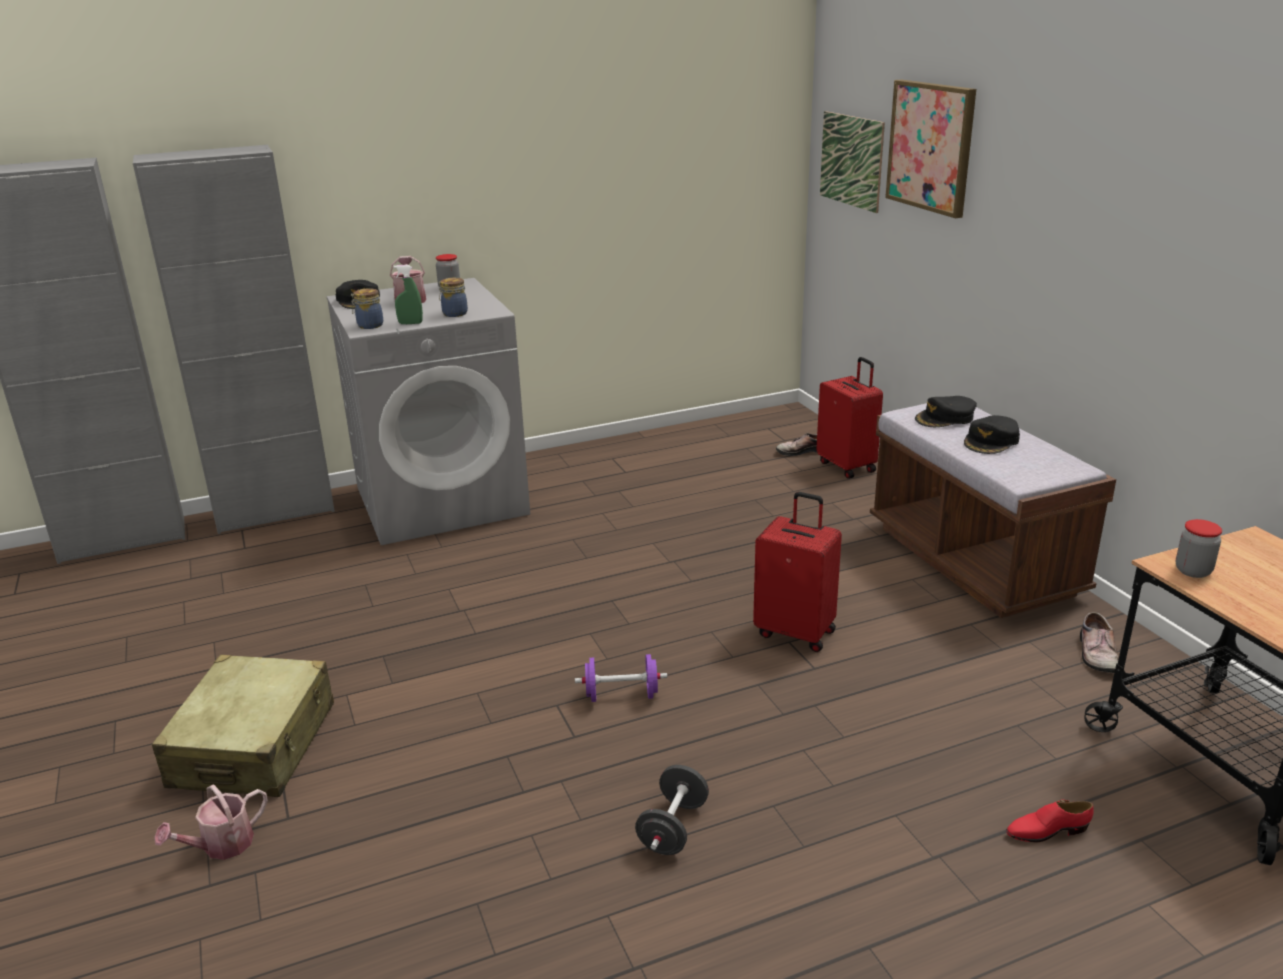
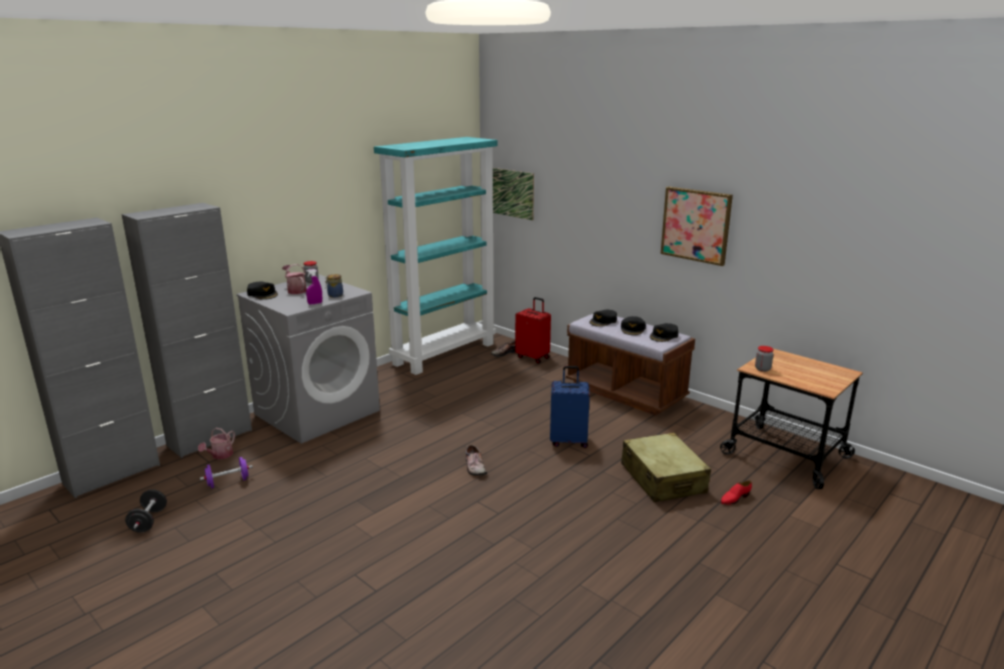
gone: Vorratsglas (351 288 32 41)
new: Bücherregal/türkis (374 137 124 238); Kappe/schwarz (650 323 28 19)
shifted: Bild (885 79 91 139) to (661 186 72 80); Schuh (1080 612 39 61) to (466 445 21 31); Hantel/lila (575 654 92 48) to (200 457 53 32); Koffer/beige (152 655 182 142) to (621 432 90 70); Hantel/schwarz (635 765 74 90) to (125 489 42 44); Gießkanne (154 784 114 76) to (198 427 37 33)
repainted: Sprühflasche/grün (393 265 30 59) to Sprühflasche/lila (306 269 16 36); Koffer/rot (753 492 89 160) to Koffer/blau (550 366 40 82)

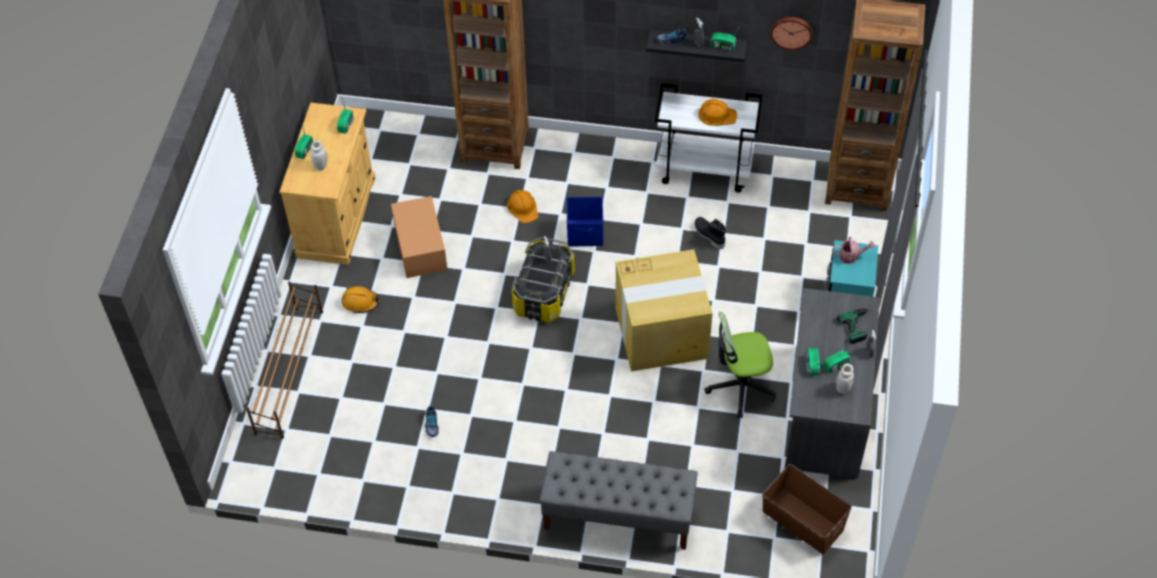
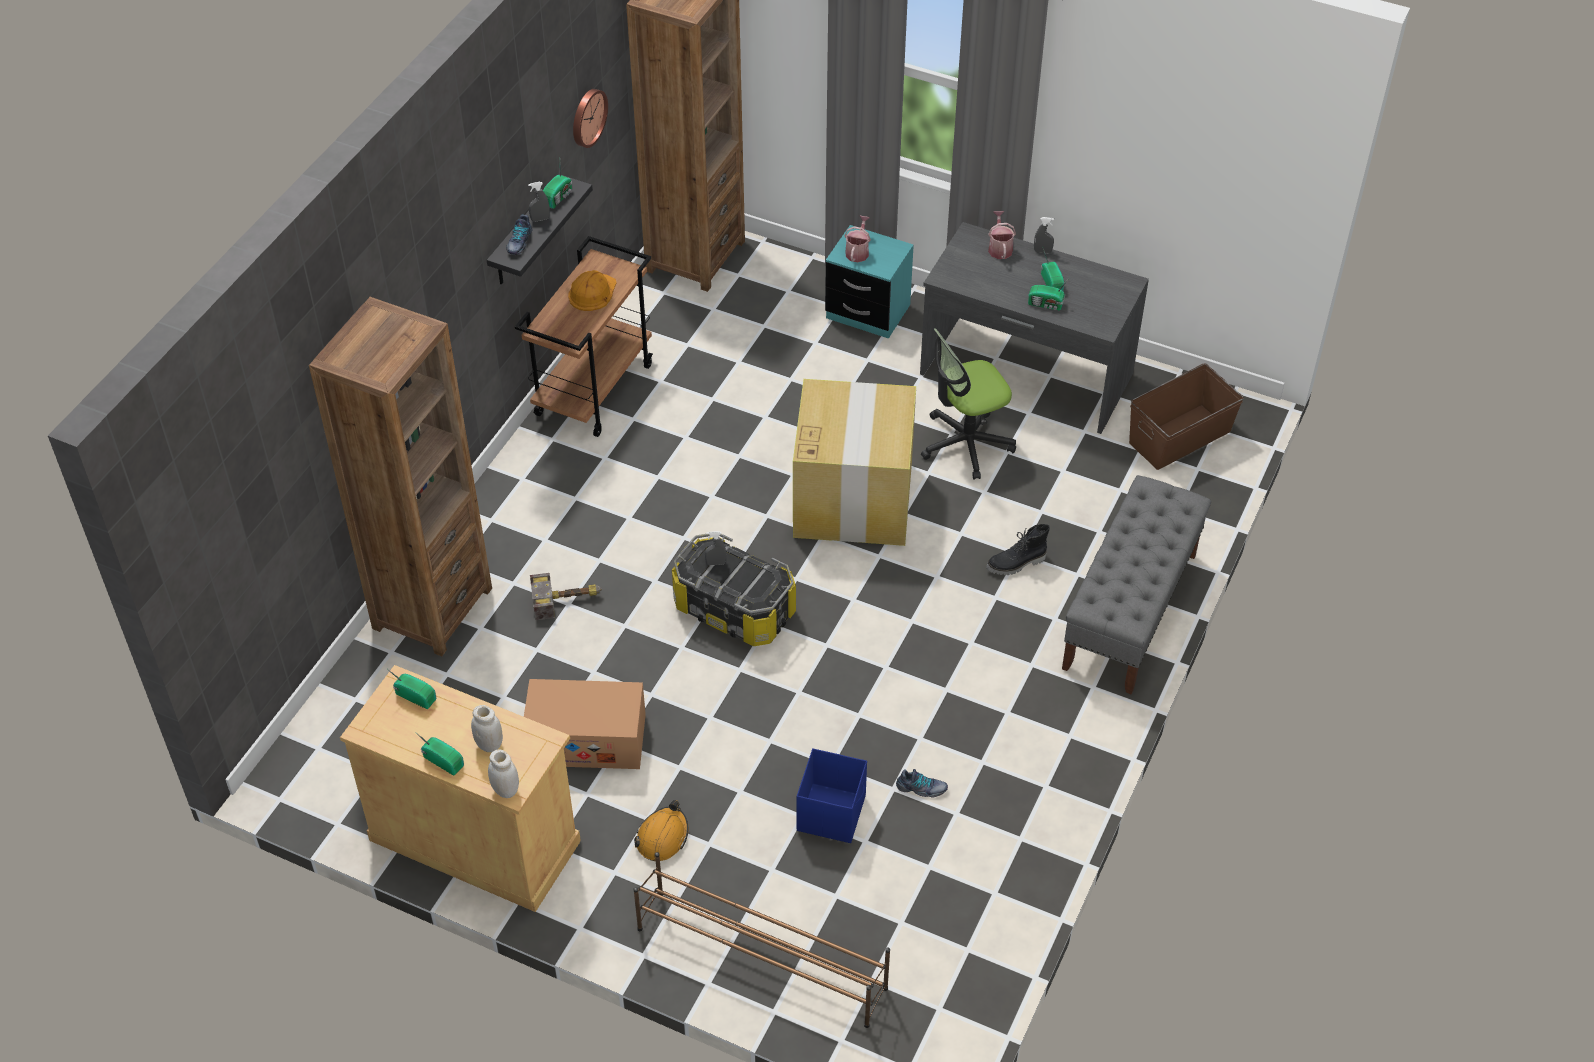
shifted: Aufbewahrungsbox/blau (567 197 36 50) to (797 748 70 95); Stiefel/schwarz (694 217 32 32) to (986 524 64 51); Vorratsglas/weiß (836 364 18 30) to (488 749 31 49)
swapped: Schutzhelm/orange (507 190 31 33) to Hammer (530 573 72 47); Bohrmaschine (837 308 37 36) to Gießkanne (988 211 28 48)
repainted: Rollwagen/weiß (655 84 107 109) to Rollwagen/braun (515 236 138 201)
rotated: Bürostuhl (704 312 72 106) = (921 328 95 151) 60 degrees clockwise

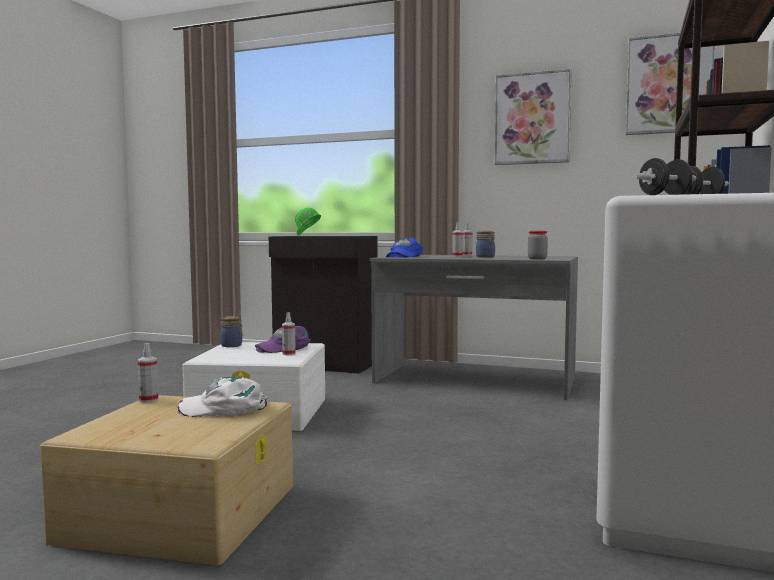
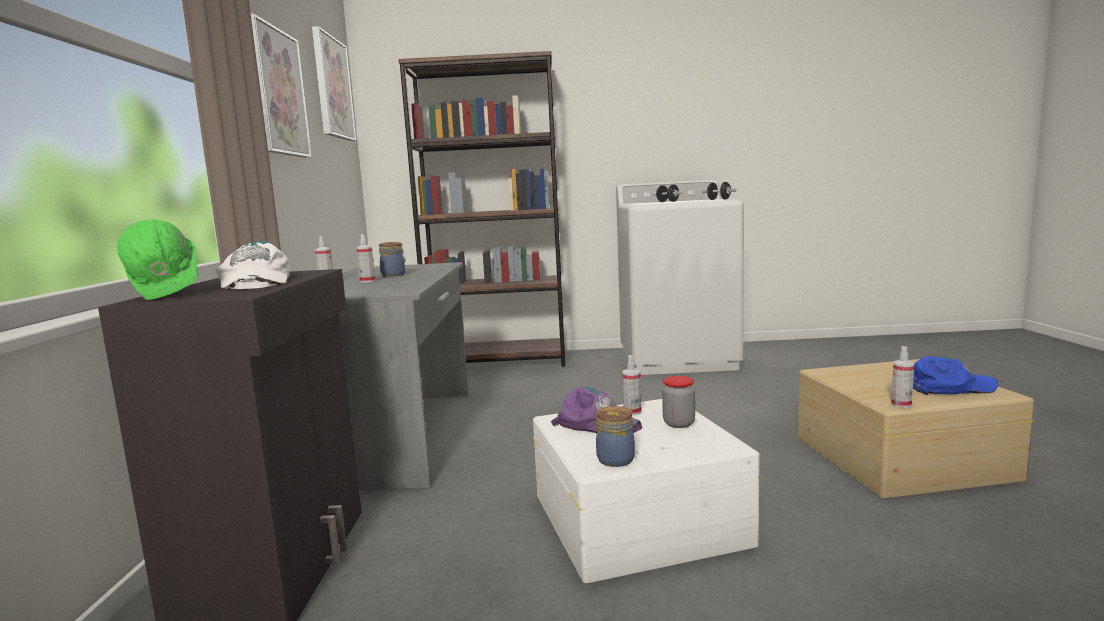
shifted: Vorratsglas (528 231 20 28) to (662 376 33 52); Kappe/blau (386 238 37 20) to (913 355 85 40); Kappe/weiß (177 377 91 40) to (216 241 74 49)

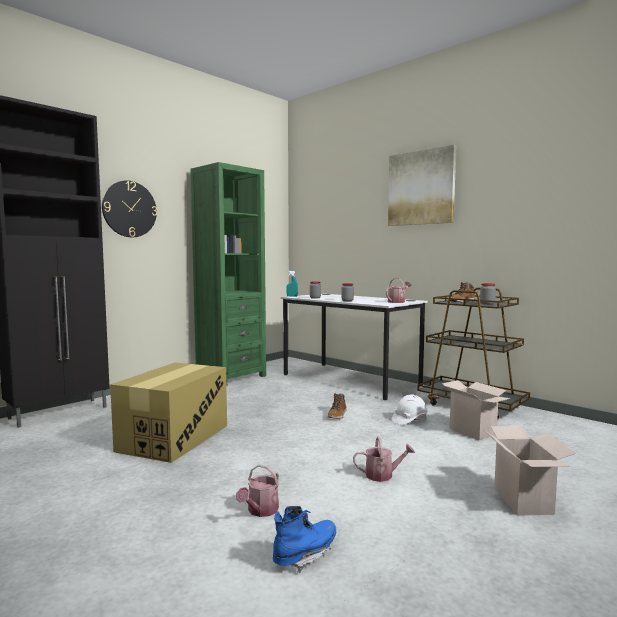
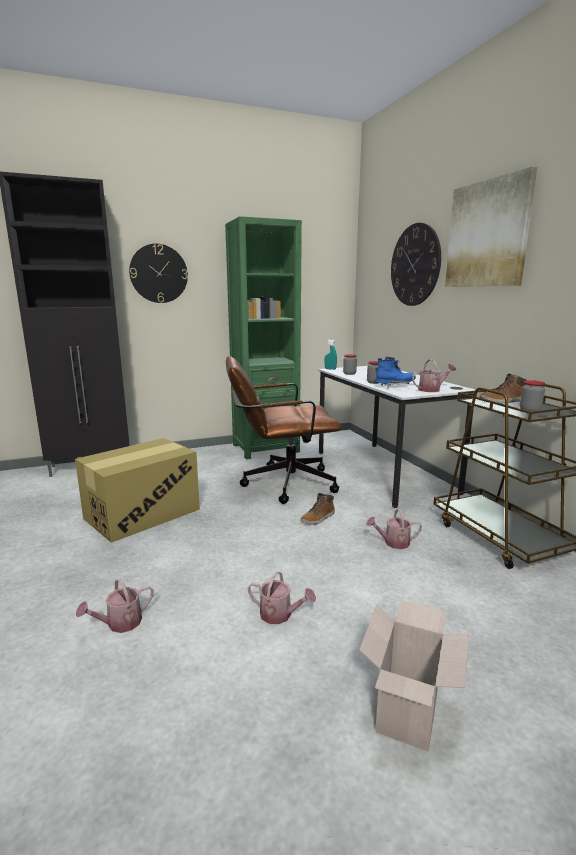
gone: Karton (442 380 68 60)
new: Wanduhr (391 223 50 83); Bürostuhl/braun (226 356 116 148)
shifted: Stiefel/blau (273 506 63 67) to (375 357 41 31)
swapped: Schutzhelm/weiß (392 395 36 30) to Gießkanne (366 509 56 40)

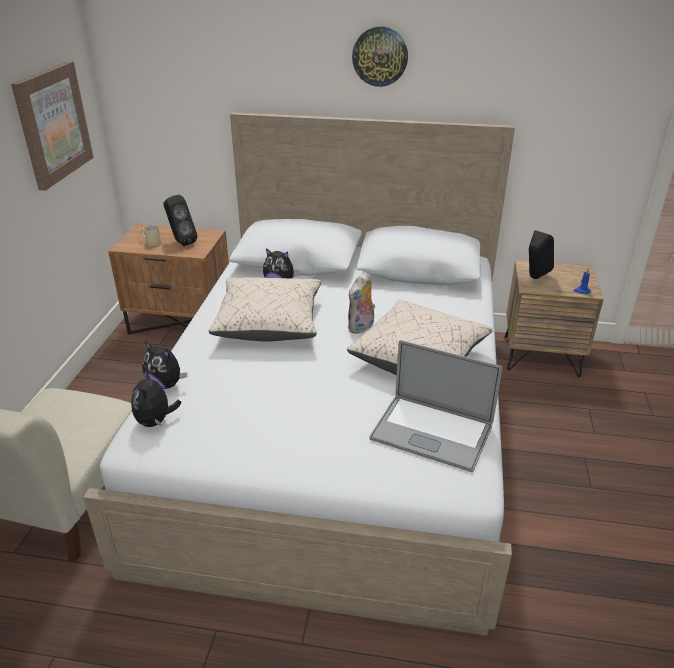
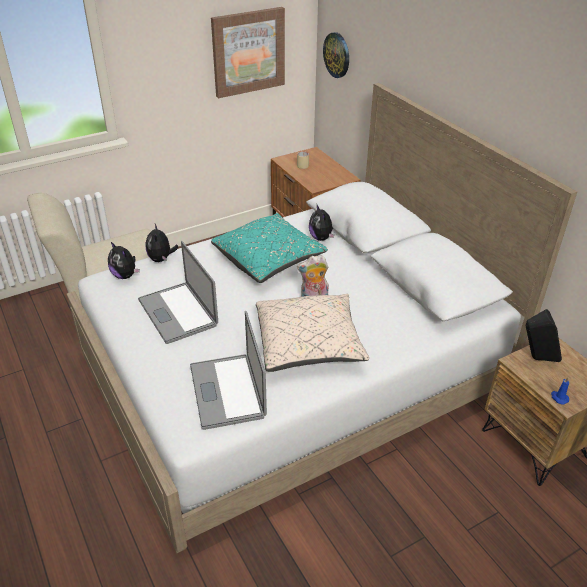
gone: Lautsprecher/schwarz (163 195 34 51)
new: Laptop (138 241 80 103)
shifted: Wanduhr (352 26 56 61) to (323 32 26 46)
repainted: Kissen/beige (209 277 112 65) to Kissen/türkis (211 213 117 70)
rotated: Plüschtier (131 370 51 57) = (108 242 32 37) 90 degrees counterclockwise

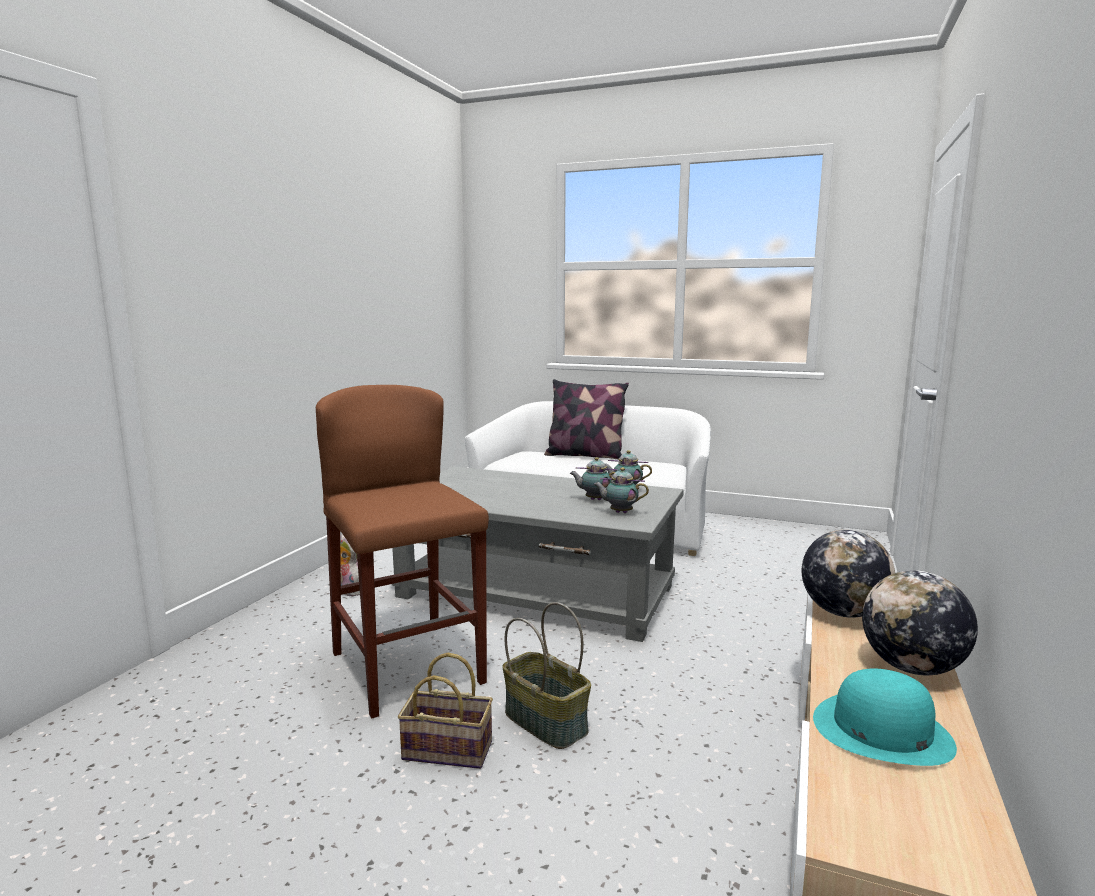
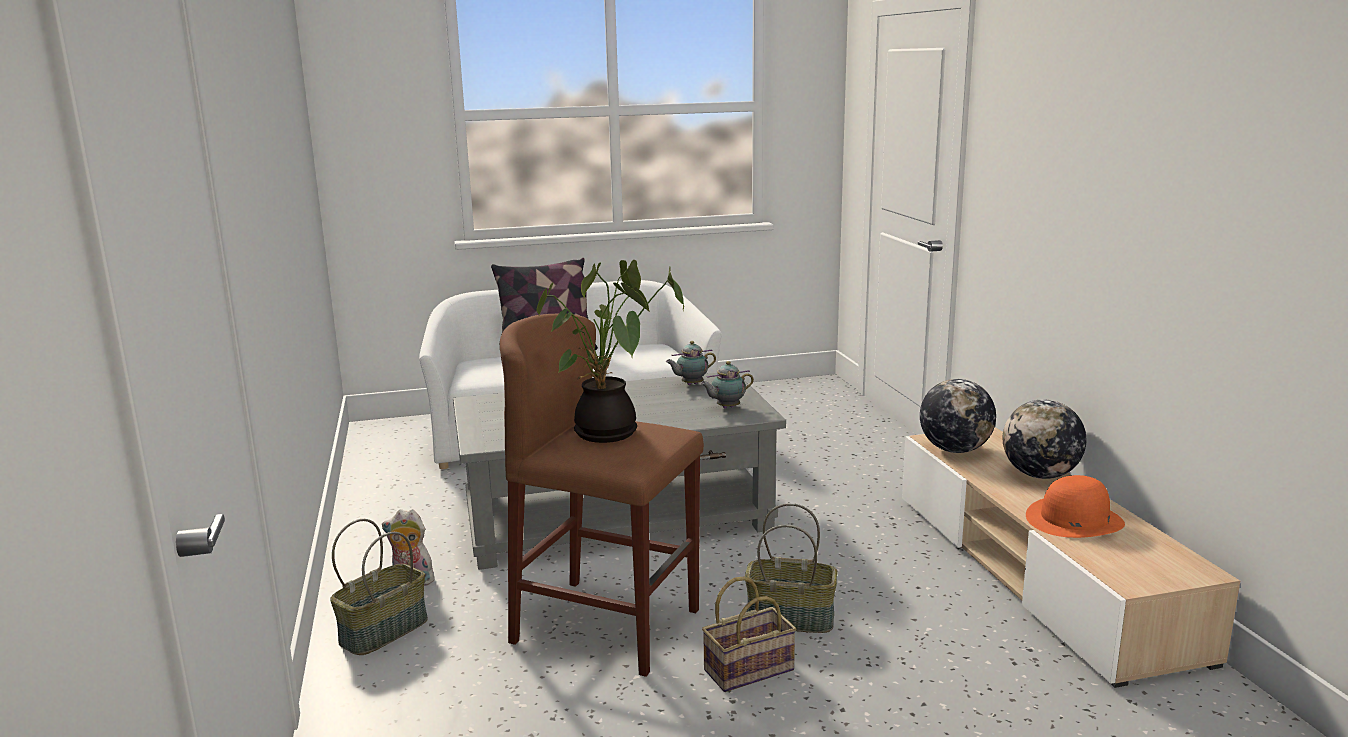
gone: Teekanne (570 457 48 43)
new: Topfpflanze (537 260 147 183); Korb (330 519 98 136)
repainted: Hut/türkis (813 669 144 97) to Hut/orange (1026 475 99 63)

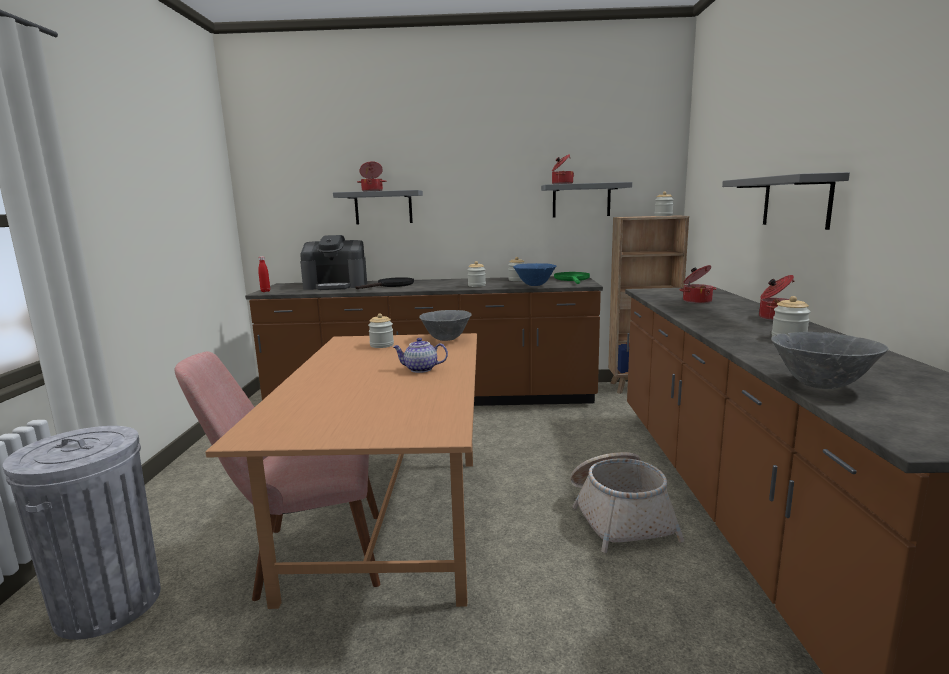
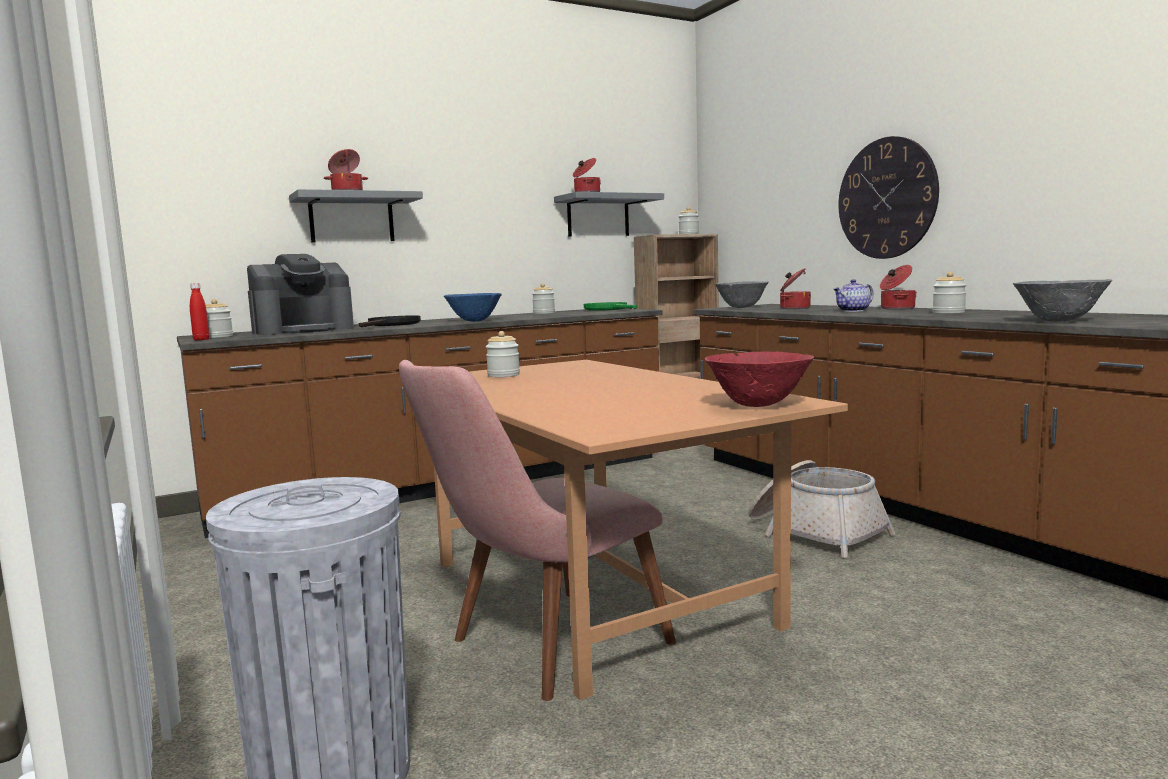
new: Schüssel/rot (705 351 109 56)
shifted: Vorratsglas (467 261 19 26) to (205 299 28 39); Schüssel/blau (513 263 43 23) to (444 293 58 29); Schüssel/grau (419 310 53 31) to (715 281 54 27); Teekanne (393 338 55 35) to (833 279 41 33)
swapped: Wandregal/grau (722 172 128 58) to Wanduhr (839 136 100 123)

